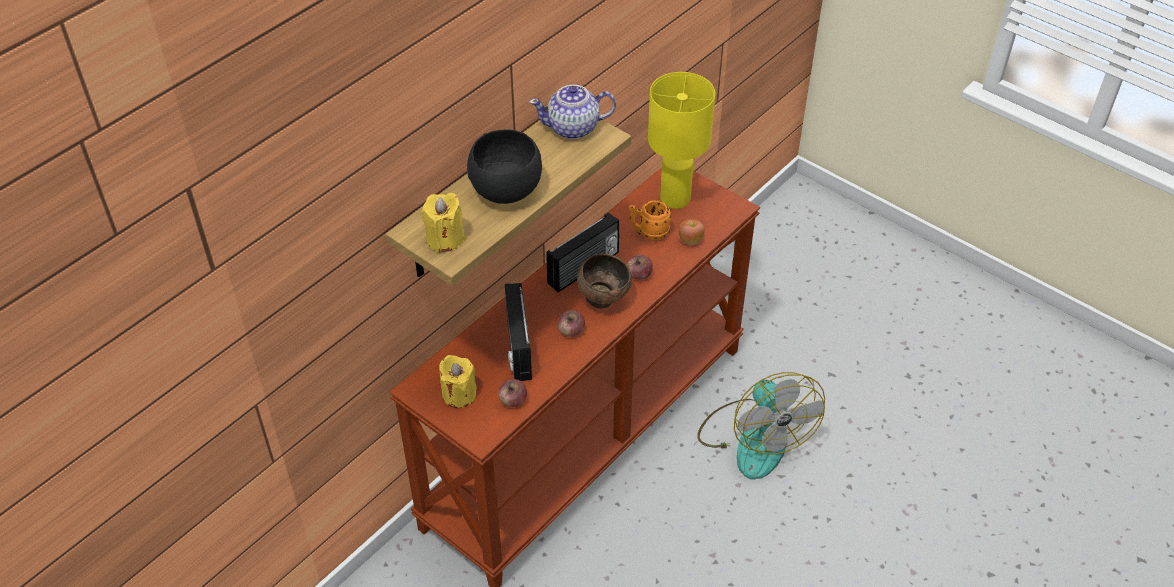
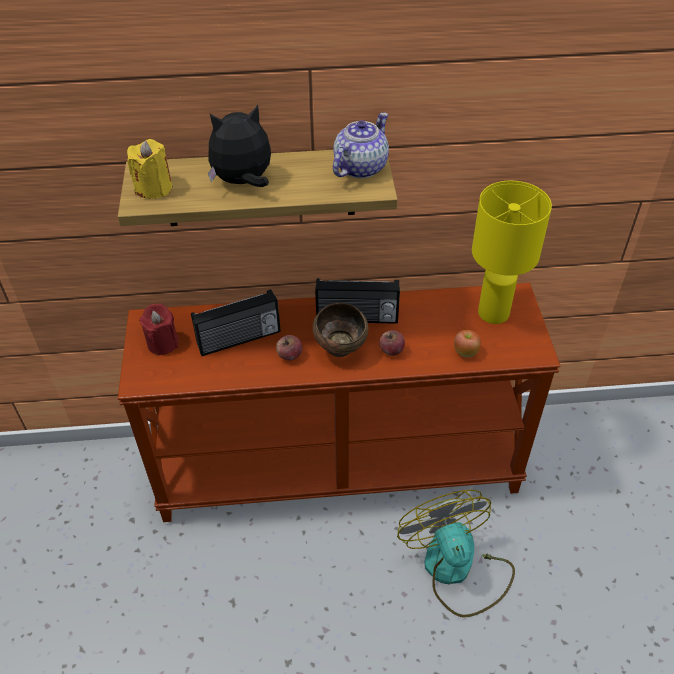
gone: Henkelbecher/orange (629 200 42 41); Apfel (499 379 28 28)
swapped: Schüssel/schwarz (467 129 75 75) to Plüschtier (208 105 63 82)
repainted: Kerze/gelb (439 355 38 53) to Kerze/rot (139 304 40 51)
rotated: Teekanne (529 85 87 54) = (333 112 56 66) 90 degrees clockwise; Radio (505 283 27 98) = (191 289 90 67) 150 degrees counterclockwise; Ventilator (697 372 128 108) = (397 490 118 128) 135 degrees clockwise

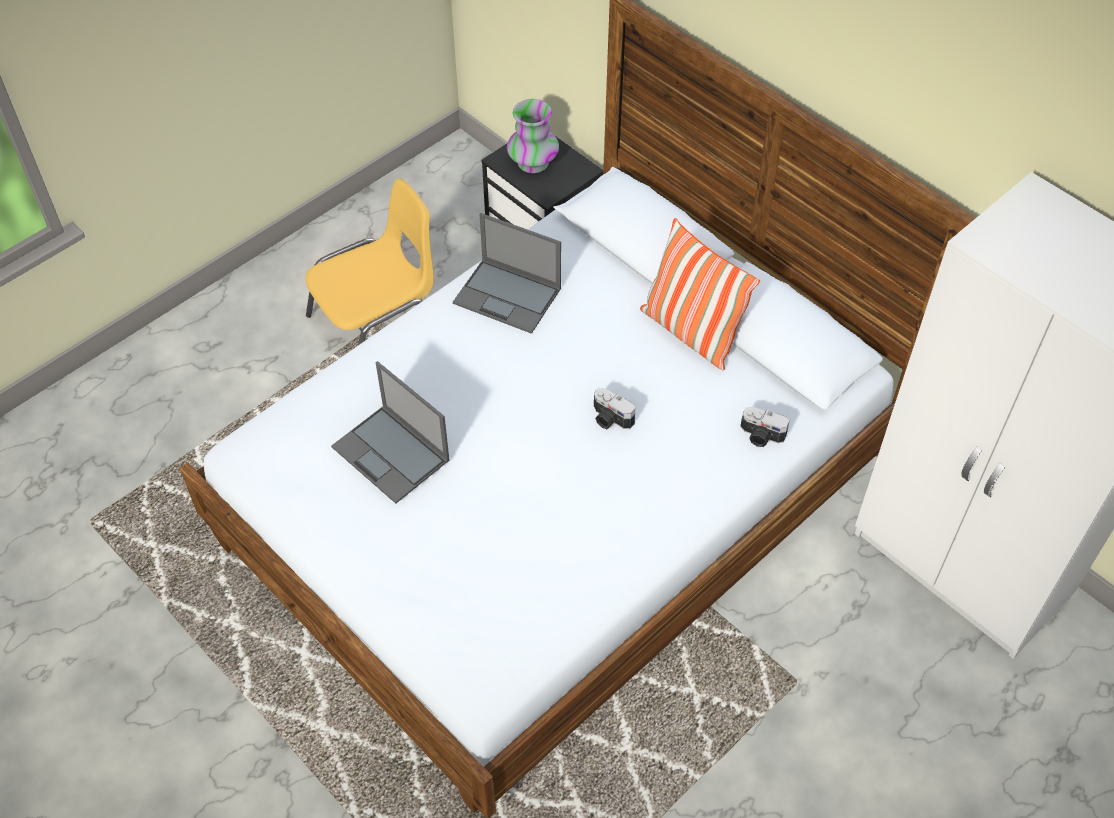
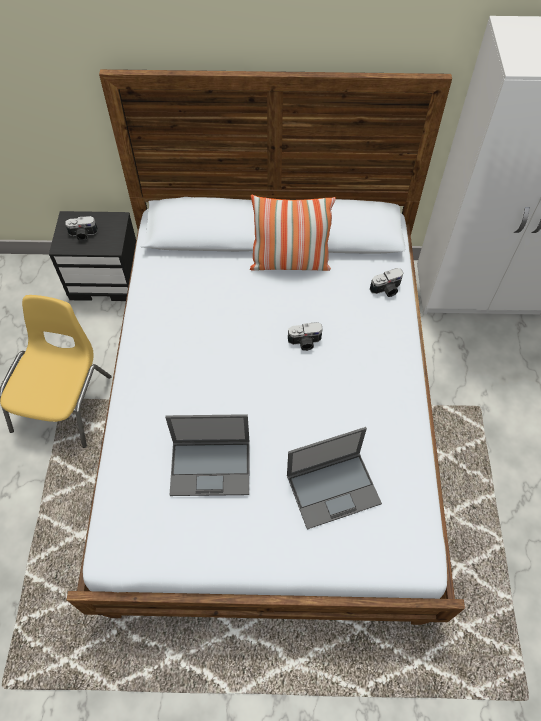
shifted: Laptop (453 213 108 121) to (287 427 95 103)
swapped: Vase (507 99 52 74) to Kamera (65 216 33 25)

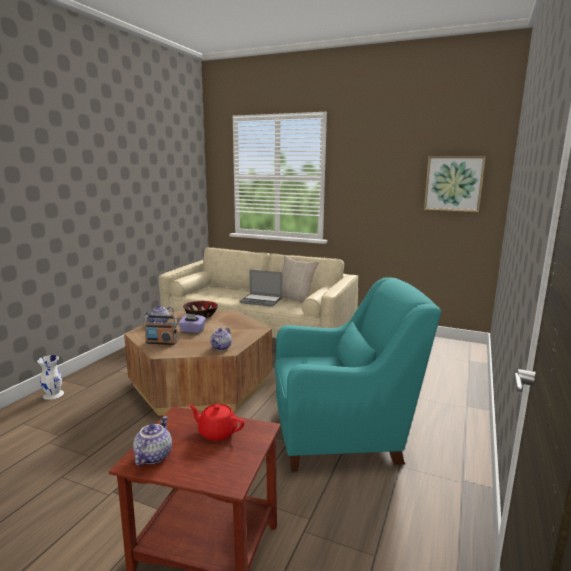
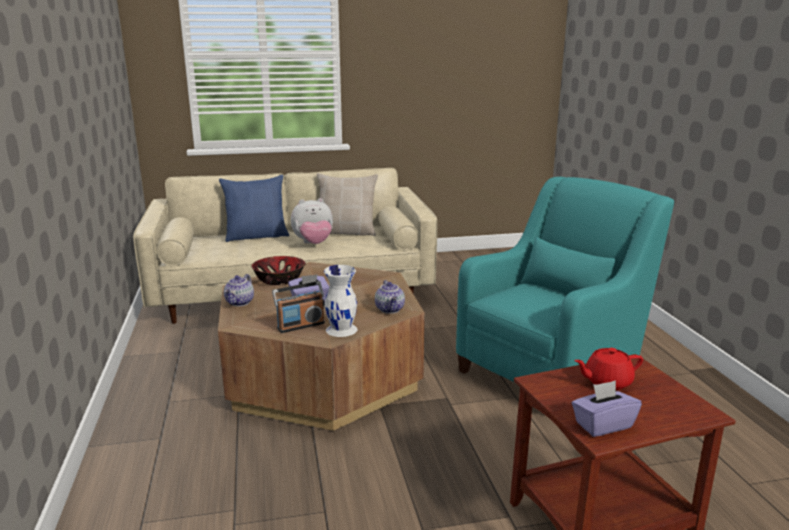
gone: Bild (424 156 62 56)
new: Kissen/blau (219 175 70 67)
shifted: Vase/weiß (37 355 27 45) to (324 265 33 72)
swapped: Laptop (240 269 42 38) to Plüschtier (291 198 42 46); Teekanne (133 416 39 50) to Taschentuchbox/lila (572 380 70 57)

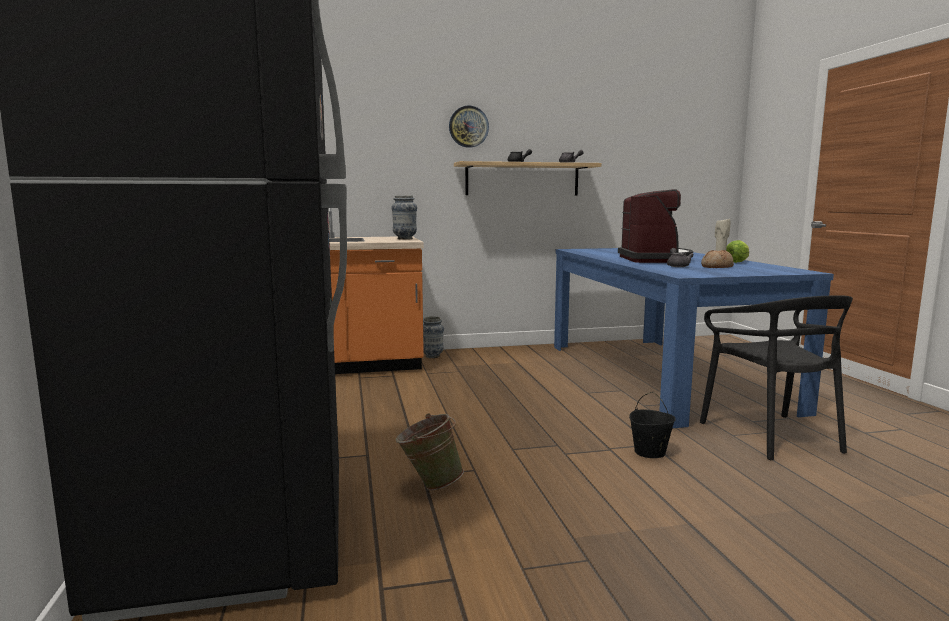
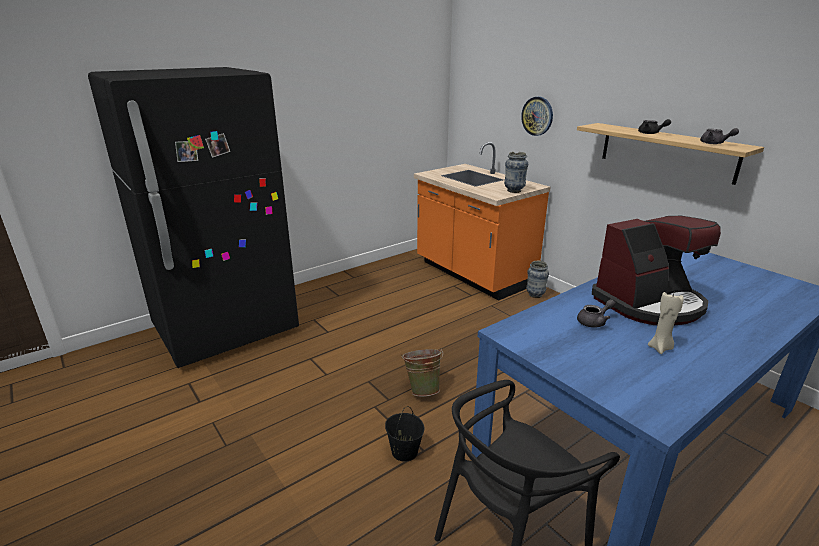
gone: Salatkopf (726 240 23 23); Brot (701 250 33 18)
shifted: Wanduhr (449 106 40 42) to (521 97 32 39); Eimer/grün (395 413 69 77) to (401 348 42 49)

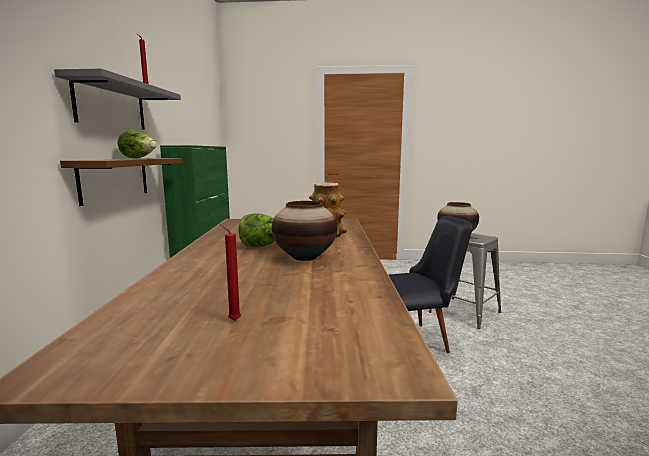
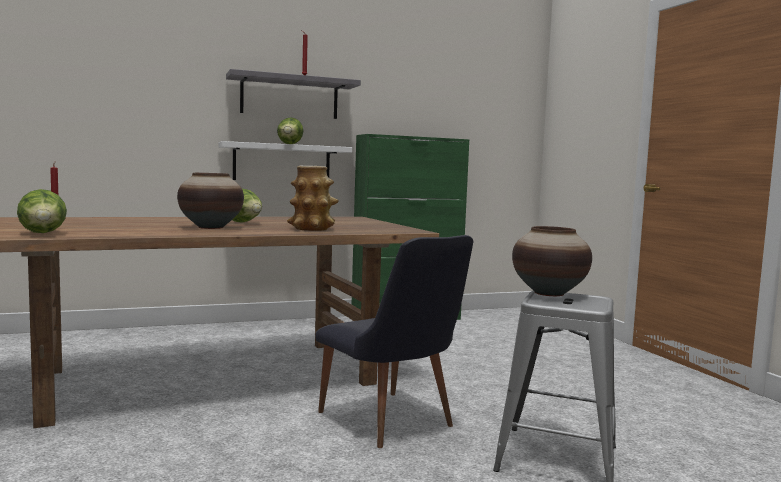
new: Salatkopf (17 189 50 44)
repainted: Wandregal/braun (60 158 123 48) to Wandregal/weiß (219 141 133 39)

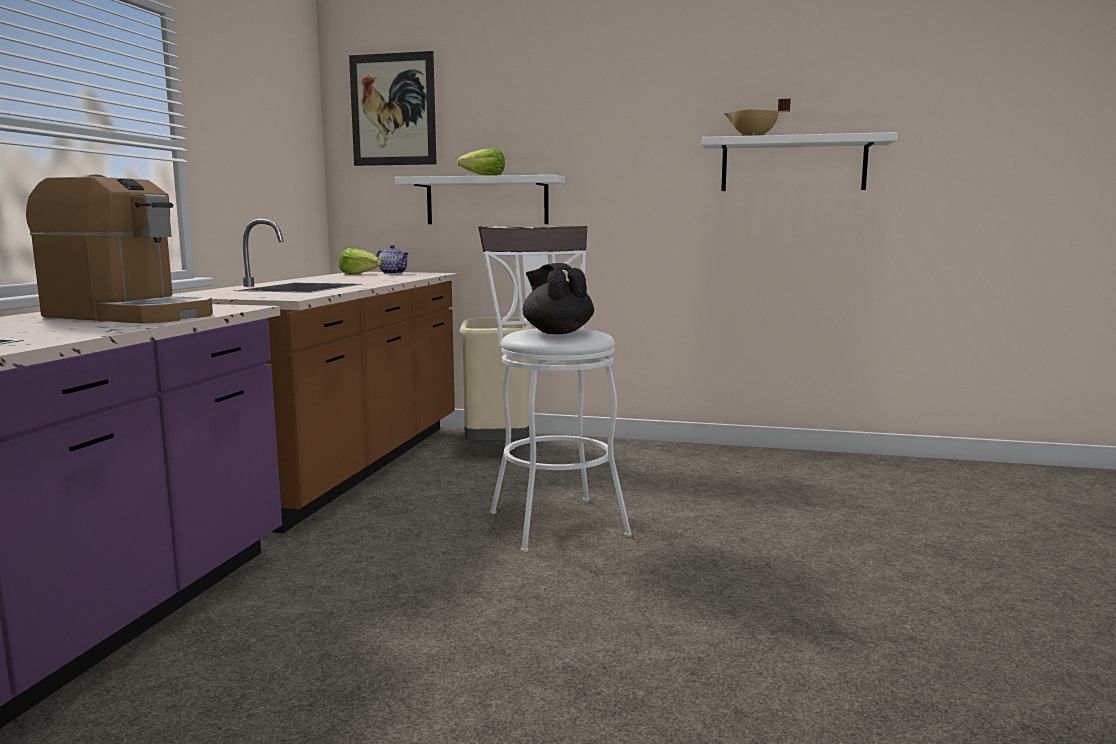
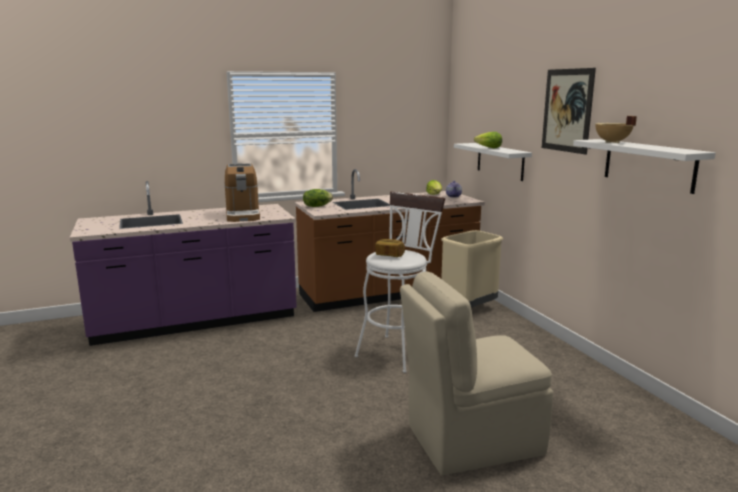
new: Salatkopf (303 189 30 18); Stuhl/beige (400 271 153 204)
shifted: Bild (349 51 87 115) to (542 68 54 87)
swapped: Teekanne/schwarz (522 263 72 71) to Brot (375 239 30 18)

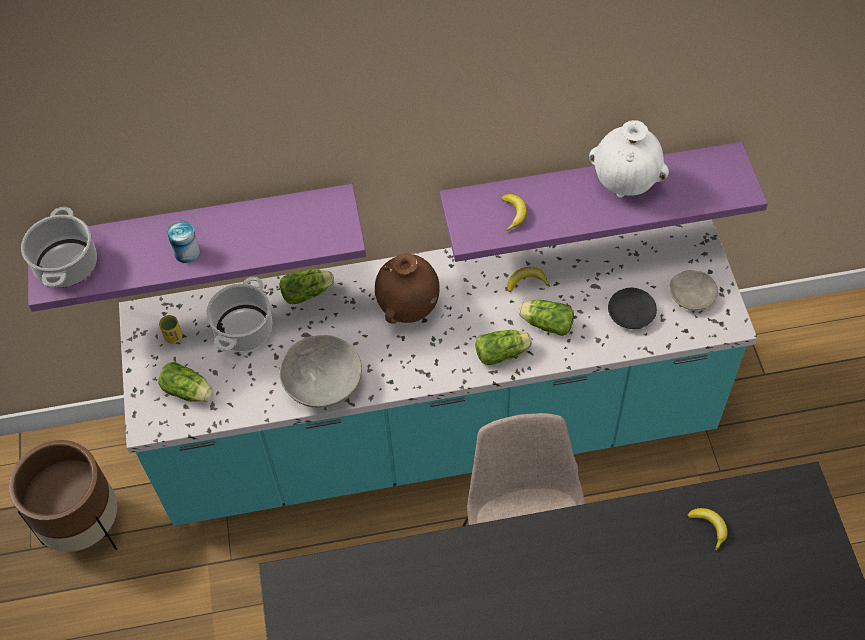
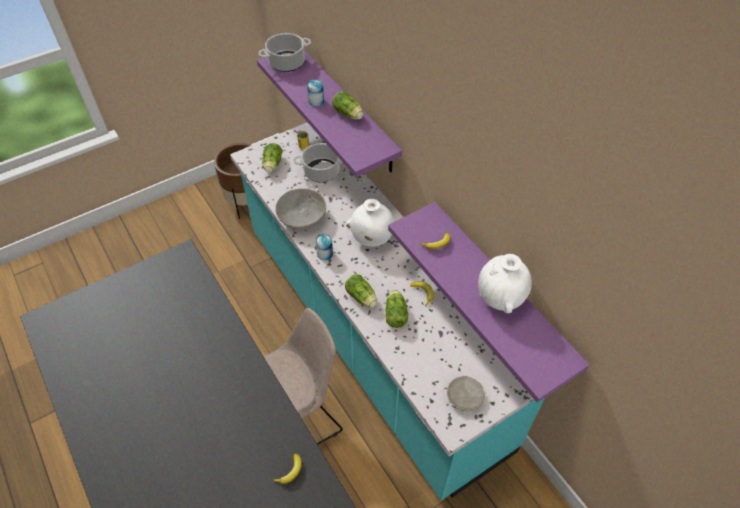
gone: Teller/schwarz (608 288 49 41)
new: Dose (316 234 17 26)
shifted: Salatkopf (280 269 54 35) to (332 92 31 28)
repainted: Vase/braun (375 253 65 71) to Vase/weiß (346 199 49 48)

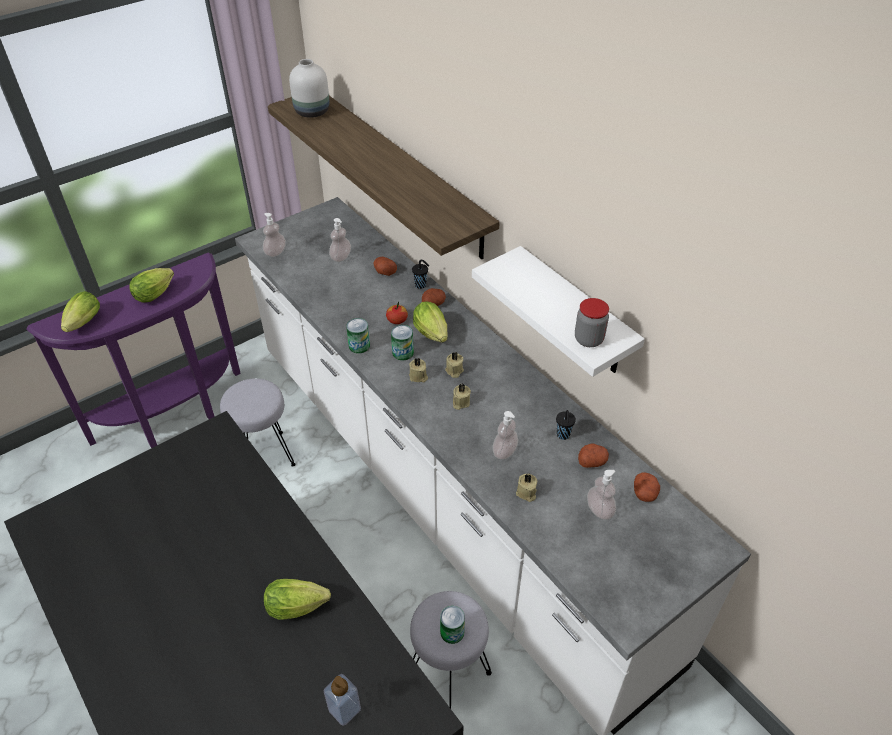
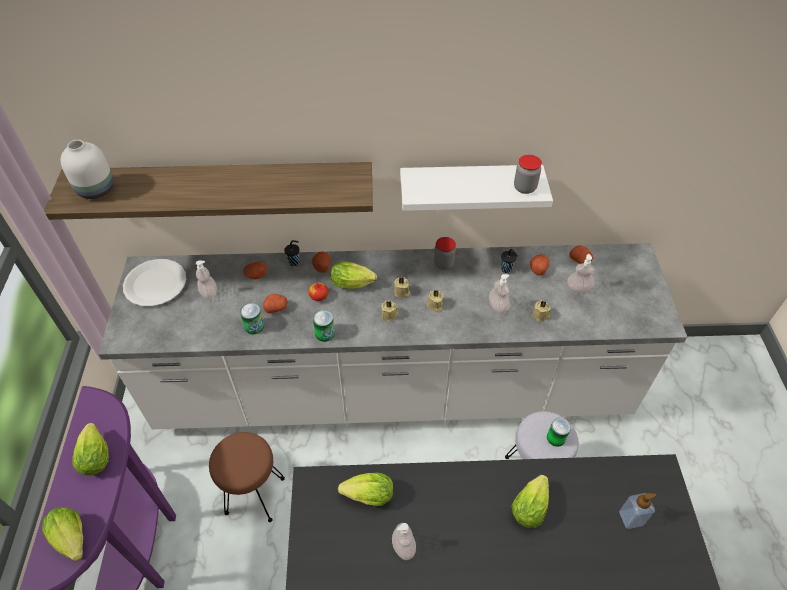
new: Vorratsglas (434 237 22 33); Teller/weiß (123 259 63 47); Kartoffel (263 294 25 19); Salatkopf (338 473 55 33)
shifted: Seifenspender (263 213 23 44) to (392 523 24 37); Dose (391 325 23 36) to (240 303 24 32)
repainted: Hocker/grau (220 378 76 89) to Hocker/braun (209 432 76 90)

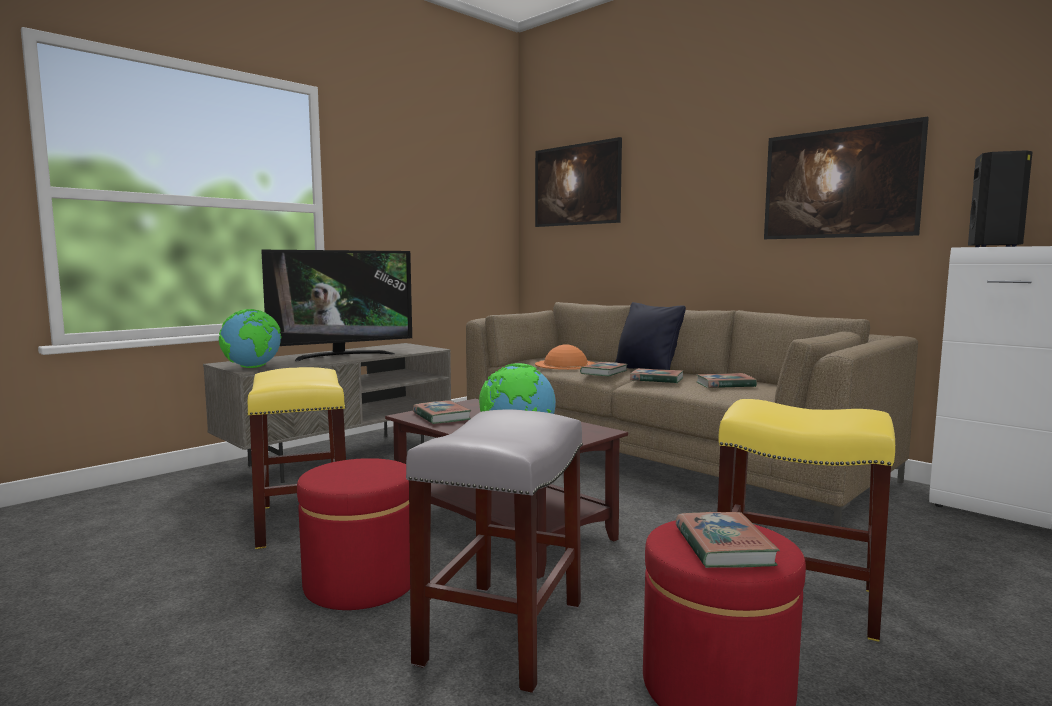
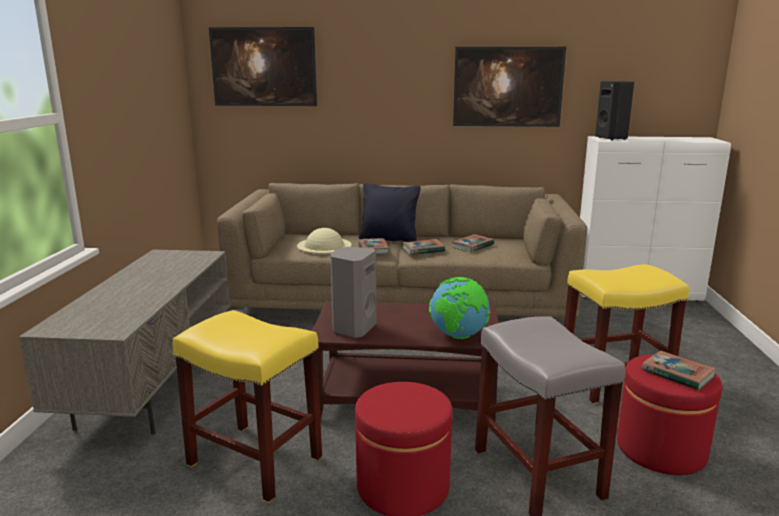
gone: Fernseher (261 250 151 111); Globus (219 309 63 59)
swapped: Buch (413 400 59 24) to Lautsprecher/grau (330 247 46 91)
repainted: Hut/orange (535 344 60 26) to Hut/beige (297 228 55 26)

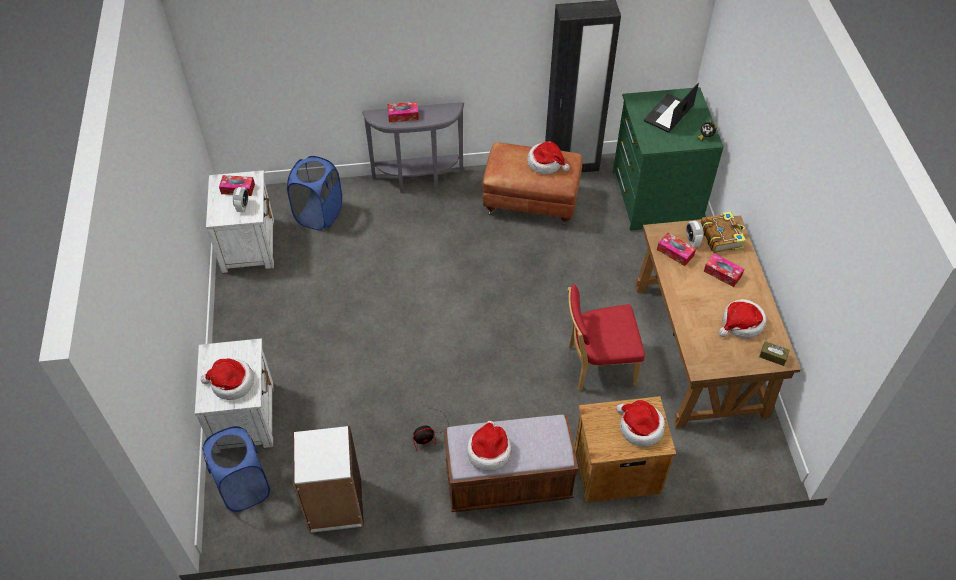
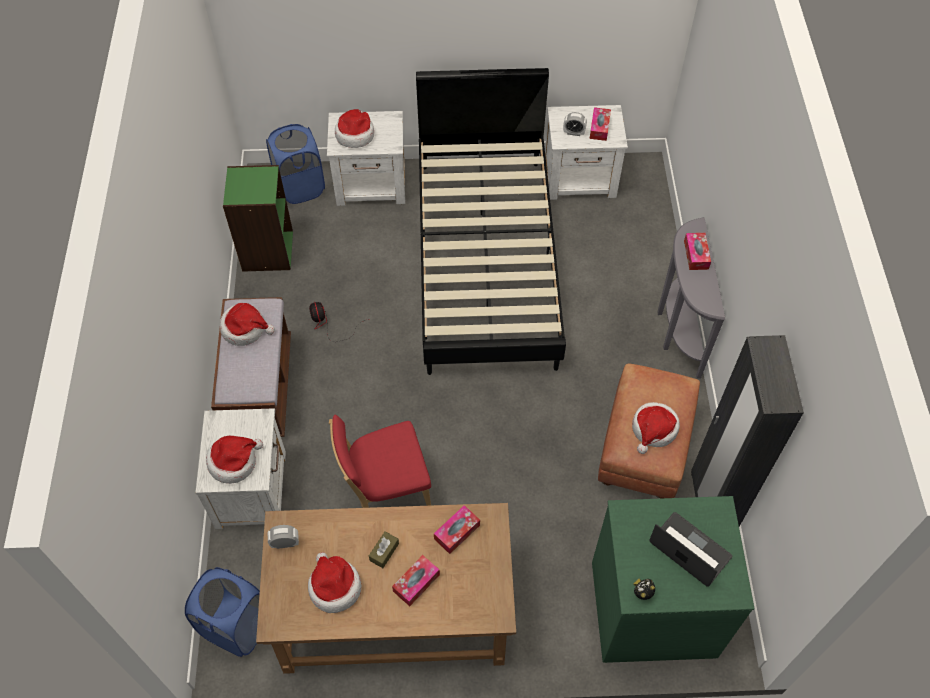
gone: Buch (700 211 46 42)
new: Bett/schwarz (416 68 150 307)
shifted: Wäschekorb/blau (287 156 55 74) to (185 567 75 90); Wecker (686 221 18 26) to (268 525 31 24); Taschentuchbox/braun (759 341 31 25) to (369 532 30 36)
repainted: Nachttisch/braun (574 396 102 107) to Nachttisch/weiß (195 408 91 121); Bücherregal/weiß (292 426 72 107) to Bücherregal/grün (223 165 70 107)
rotated: Stuhl/rot (568 284 77 107) = (329 415 102 93) 105 degrees counterclockwise

